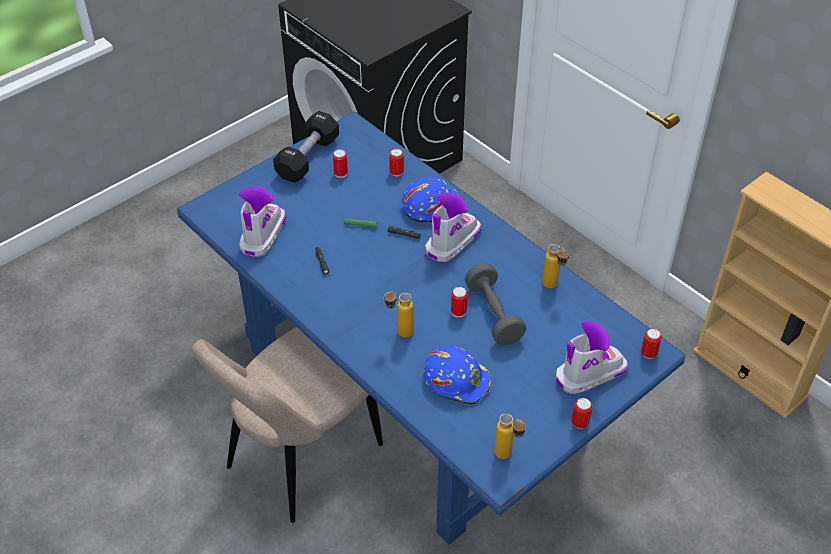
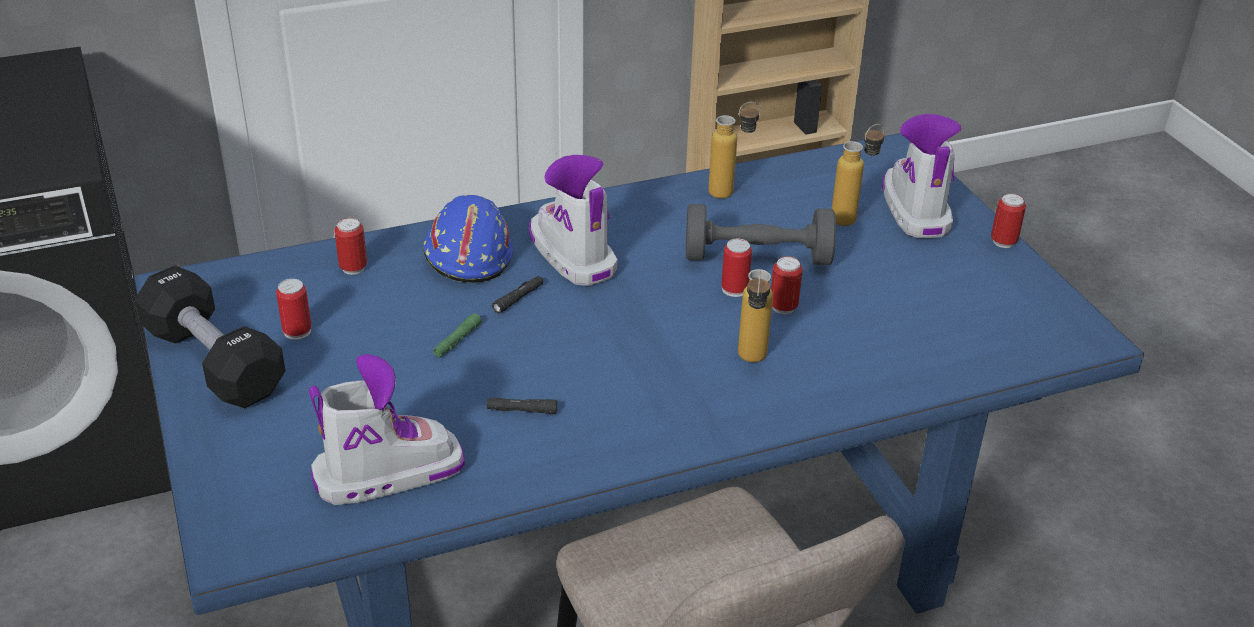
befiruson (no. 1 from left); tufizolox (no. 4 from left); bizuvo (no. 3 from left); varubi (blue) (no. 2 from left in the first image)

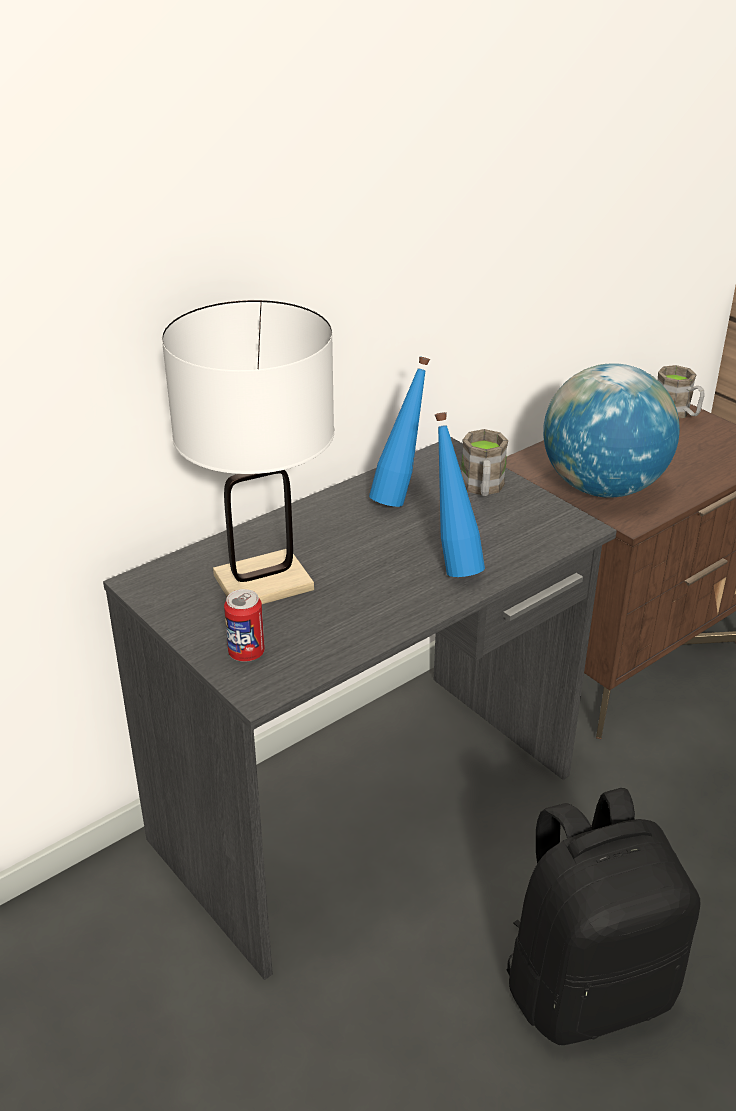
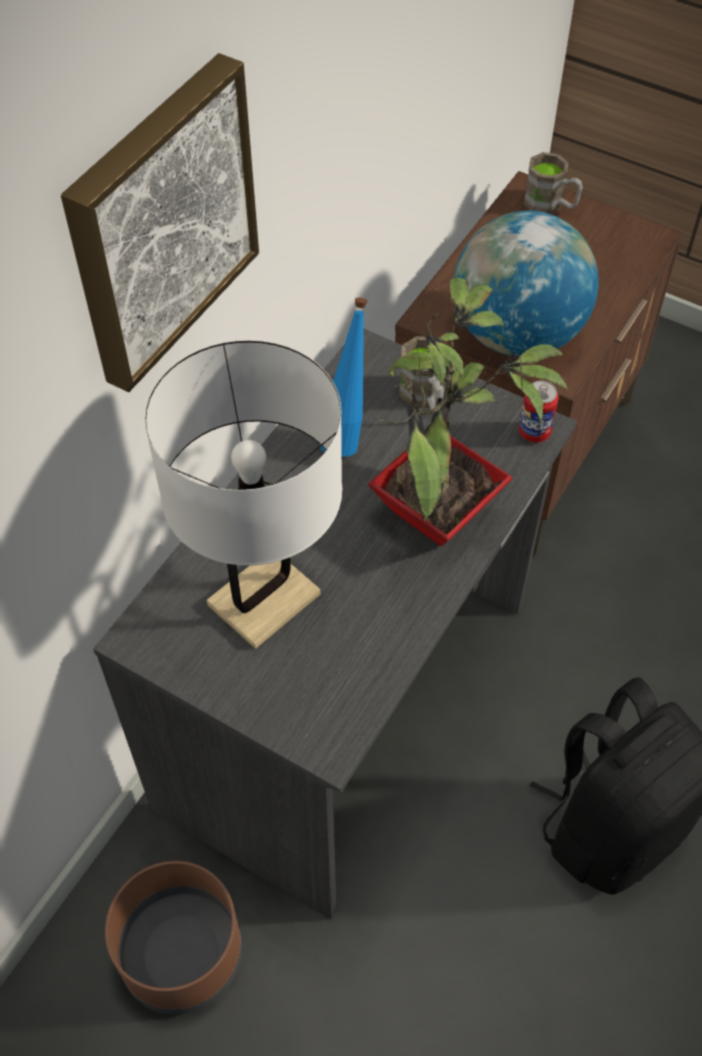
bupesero; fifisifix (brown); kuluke; tufizolox

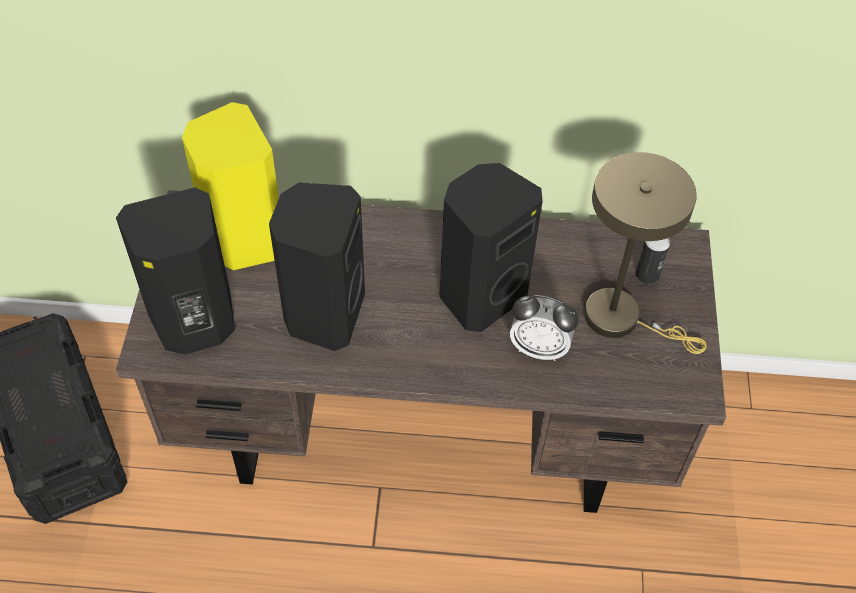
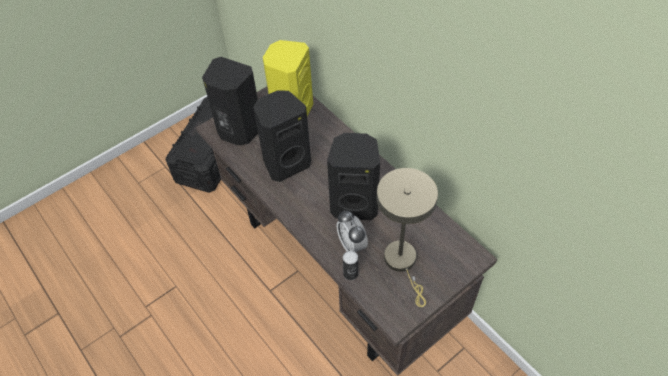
tufizolox

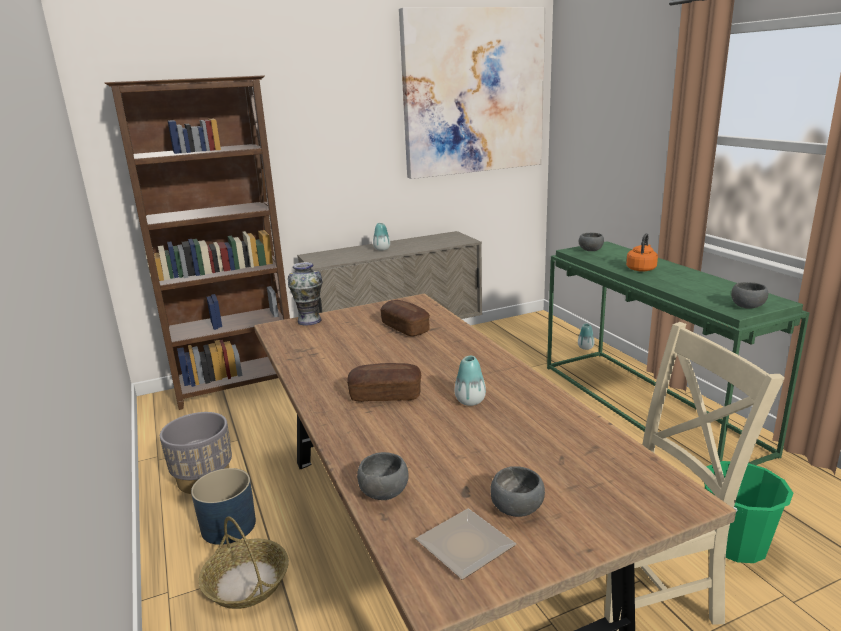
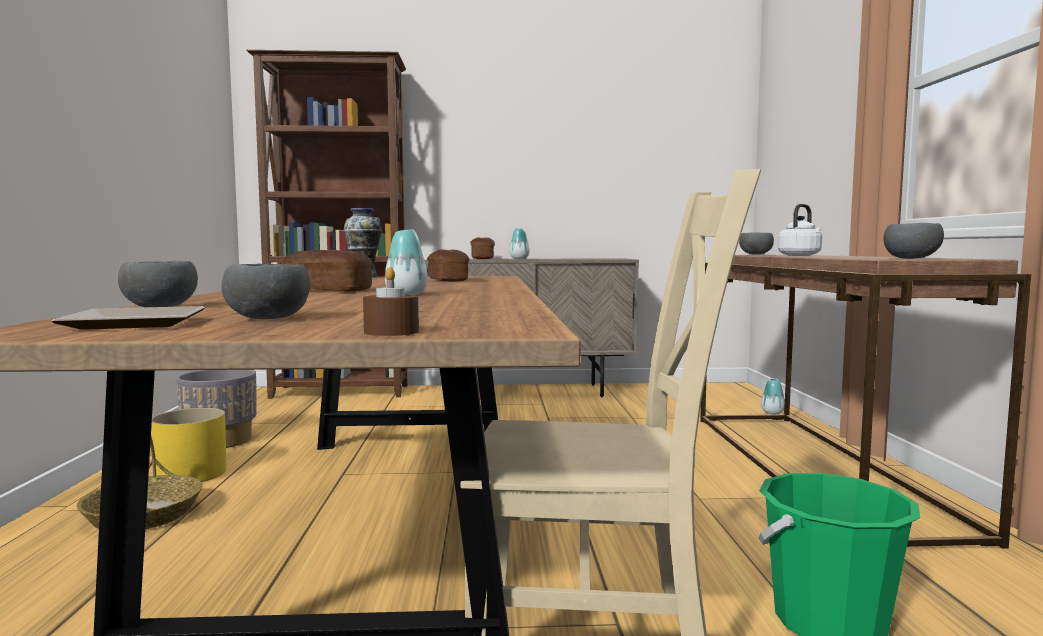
fifisifix (yellow); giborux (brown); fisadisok (no. 3 from left); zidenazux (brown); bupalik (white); bupesero

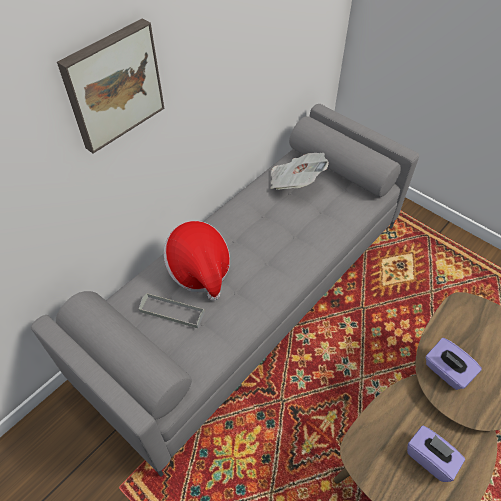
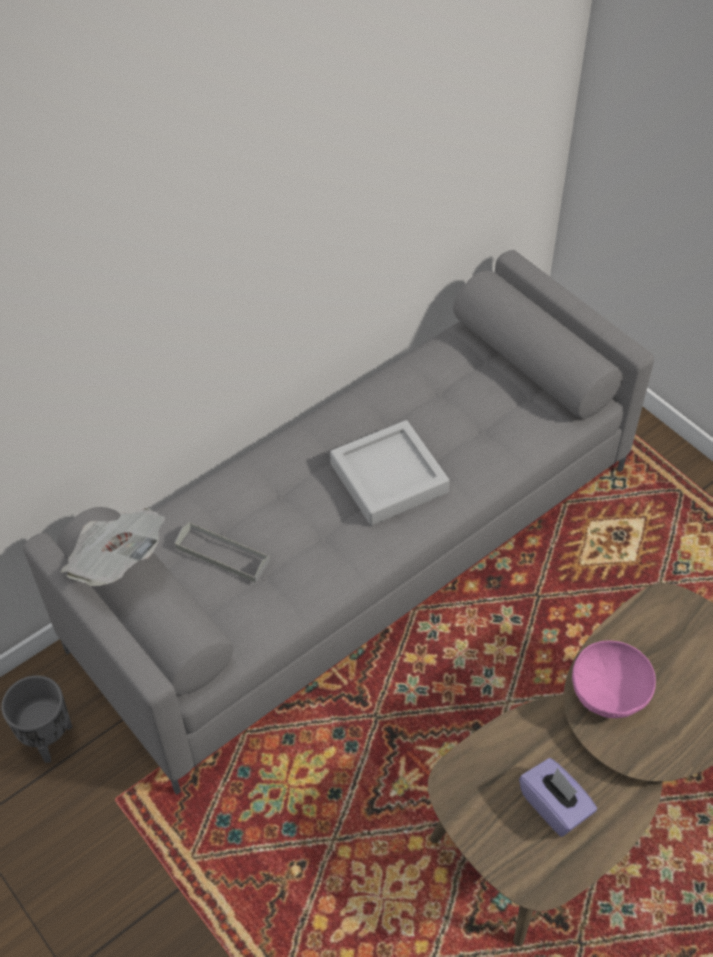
fifisifix (grey); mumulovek; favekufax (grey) (no. 2 from left); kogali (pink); bupesero; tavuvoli

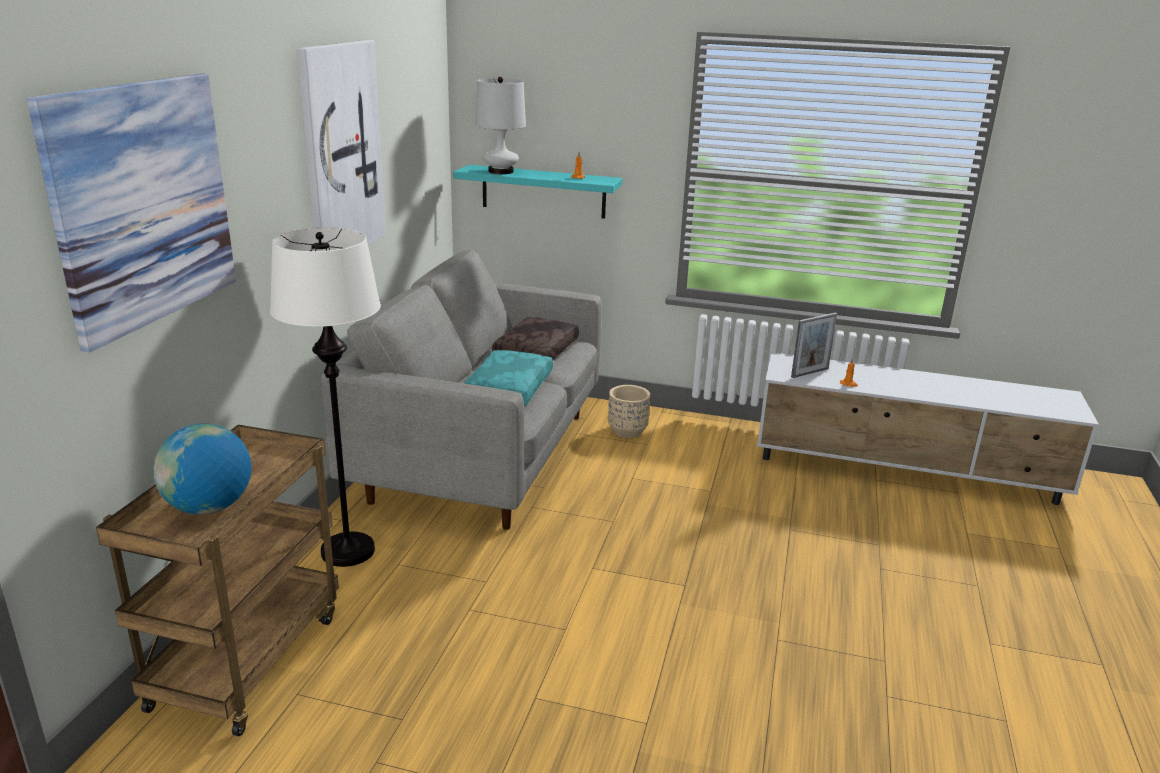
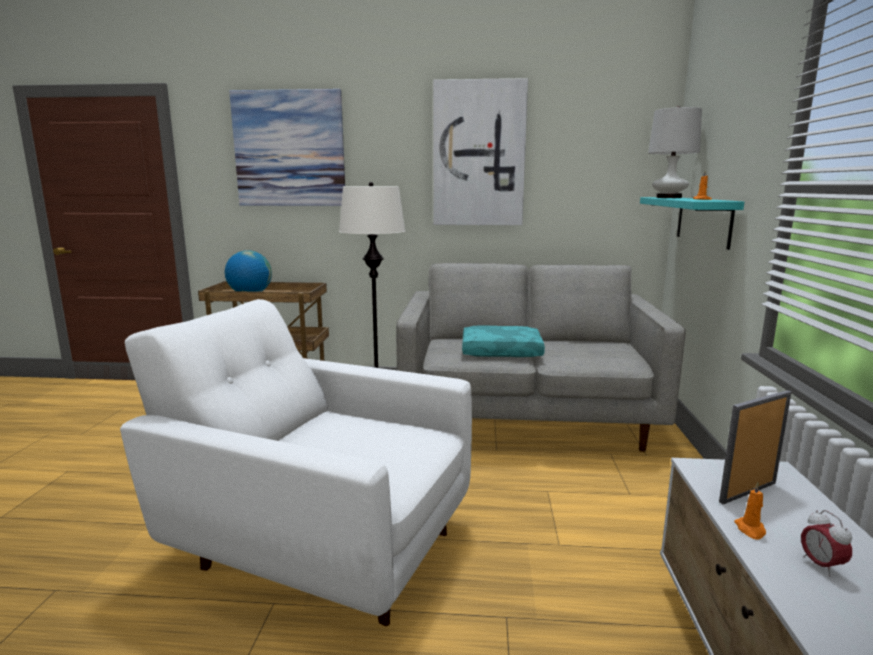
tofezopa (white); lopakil; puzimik; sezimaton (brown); fifisifix (beige)

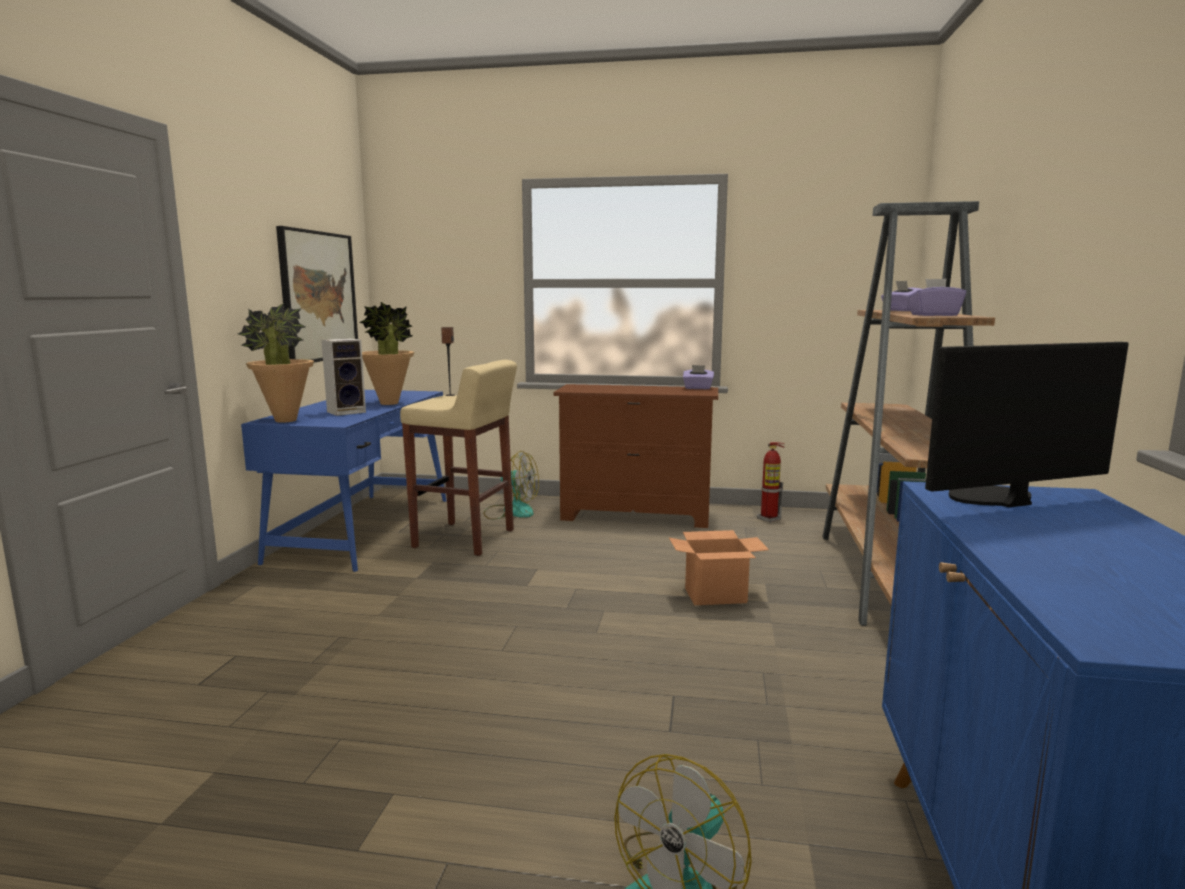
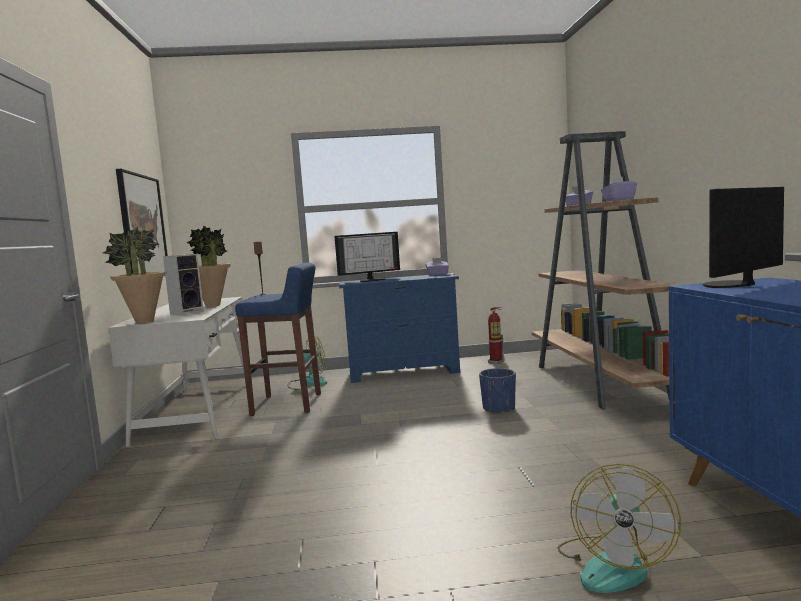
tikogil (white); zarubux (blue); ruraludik (no. 1 from left); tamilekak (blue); fifisifix (blue)

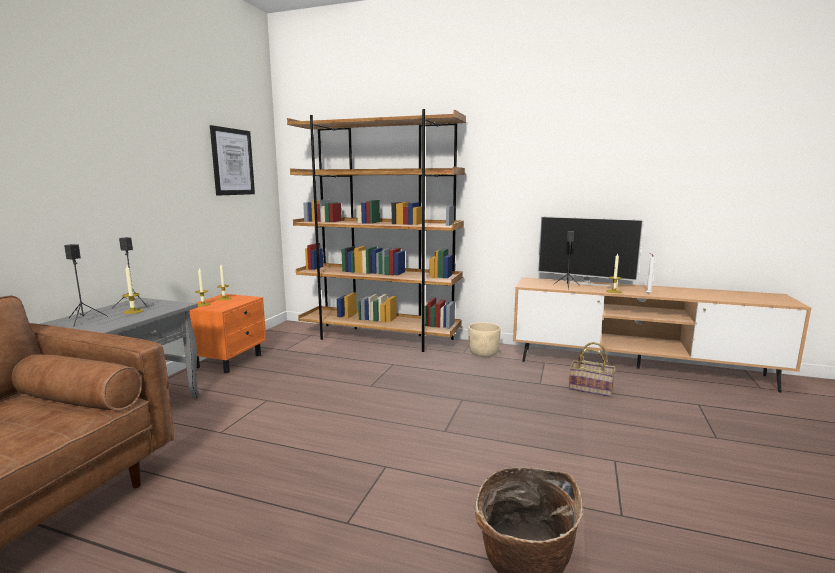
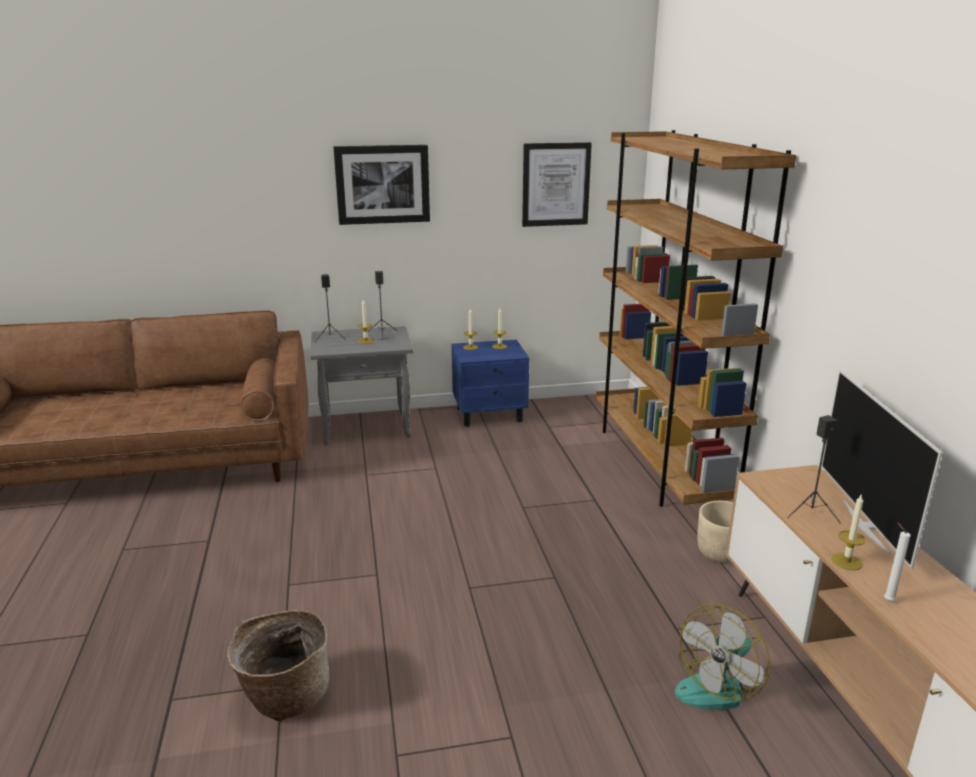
bupesero (no. 1 from left); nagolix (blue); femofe

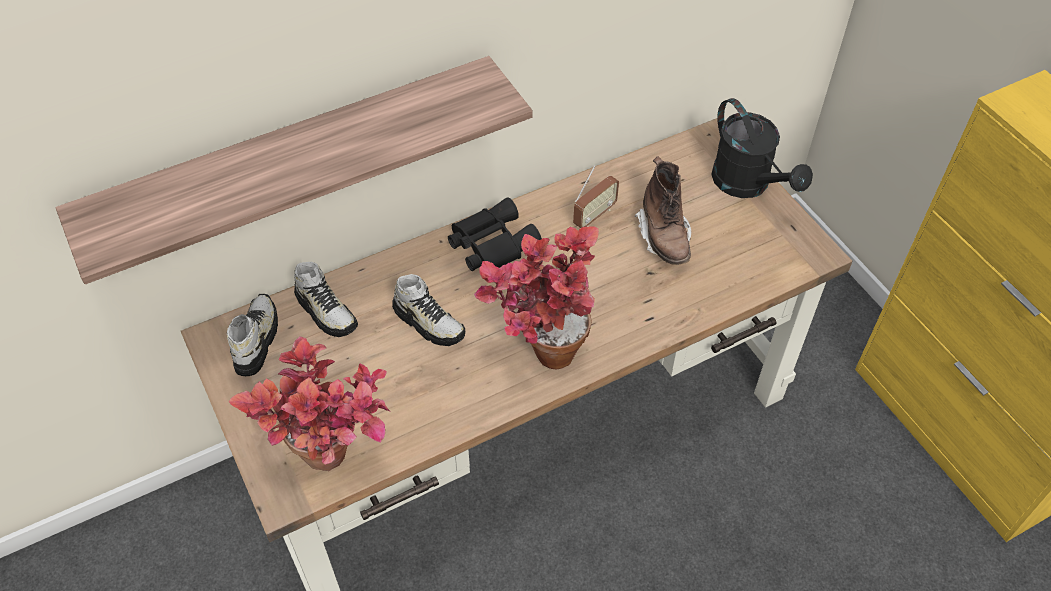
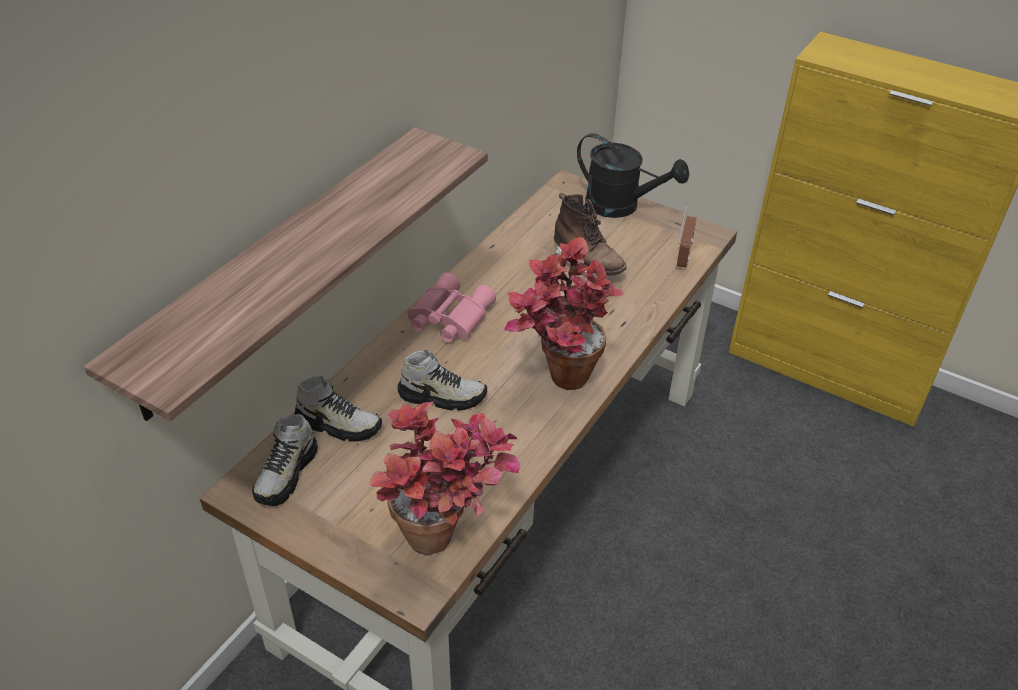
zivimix (no. 1 from left); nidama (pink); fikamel

